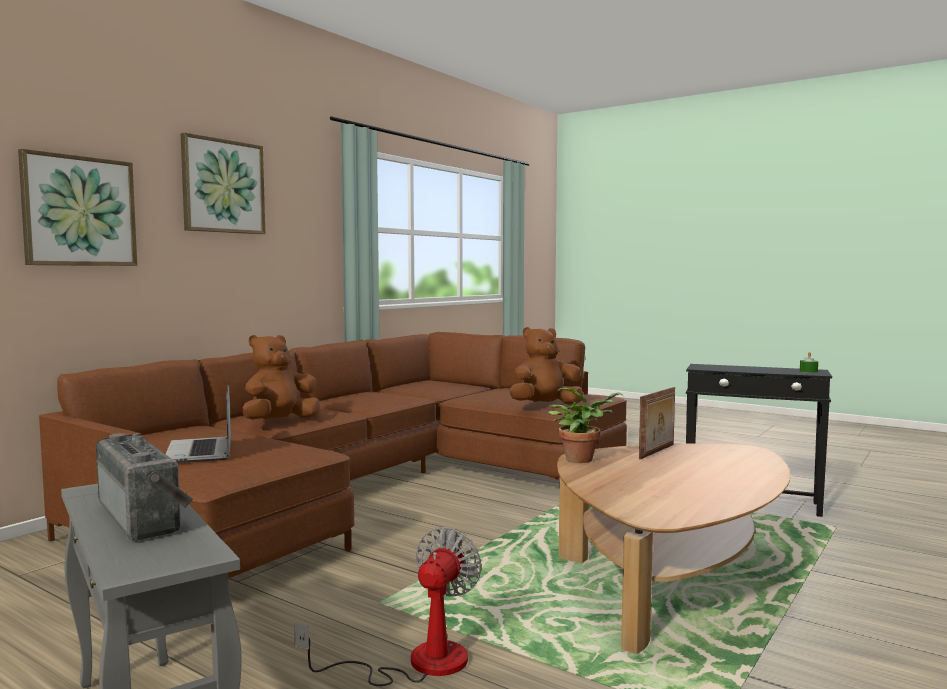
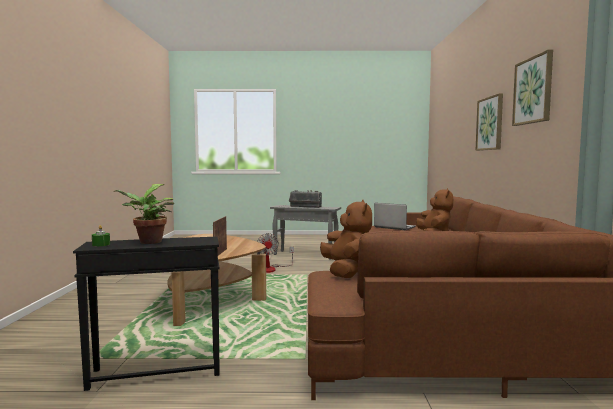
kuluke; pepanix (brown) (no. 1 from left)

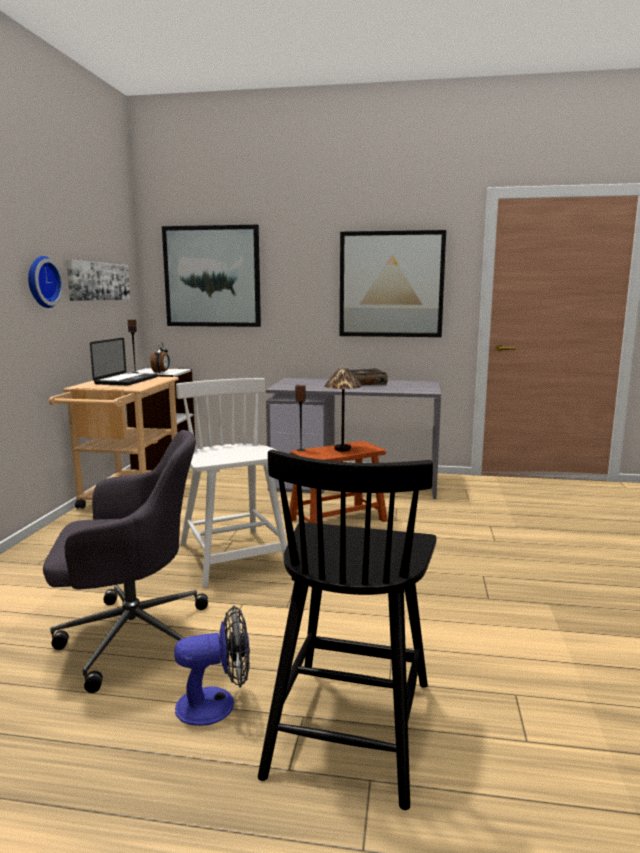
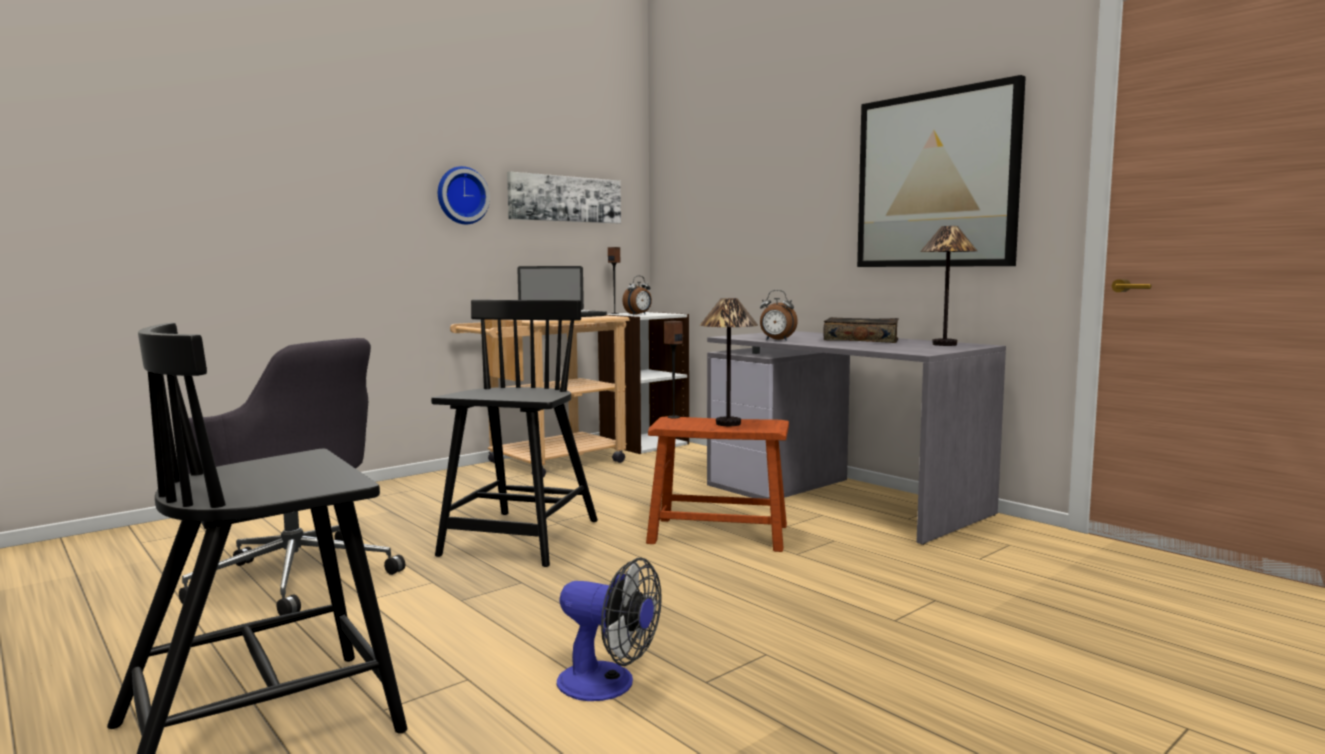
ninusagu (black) (no. 2 from left); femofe; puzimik (no. 2 from left); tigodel (no. 2 from left); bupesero (no. 2 from left in the first image)

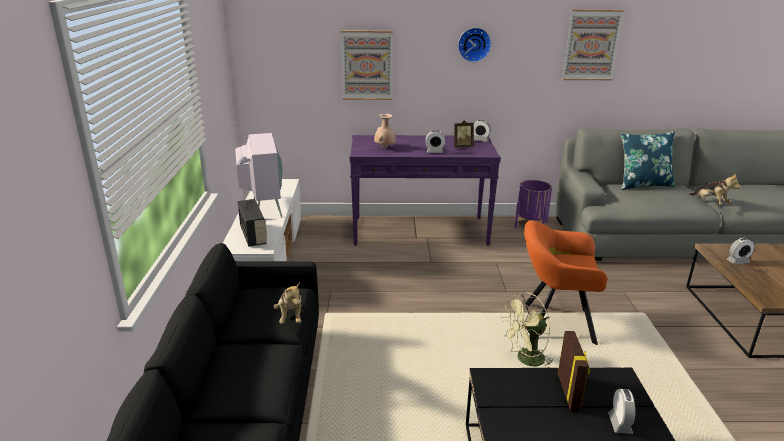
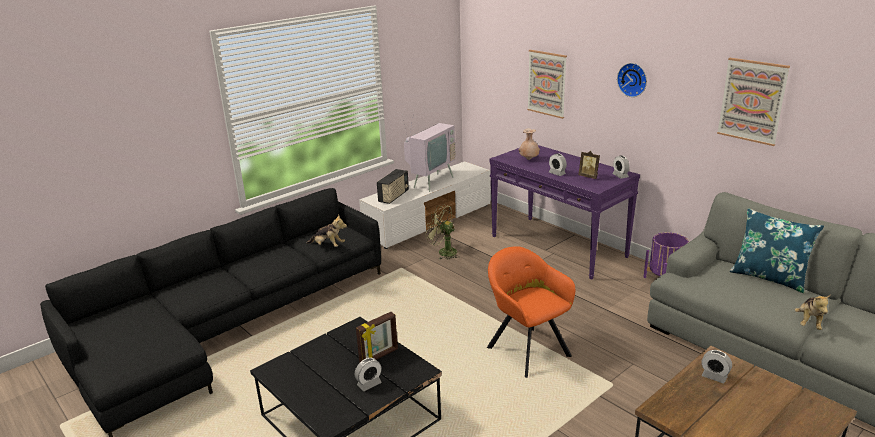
pepanix (no. 1 from left); femofe (green)

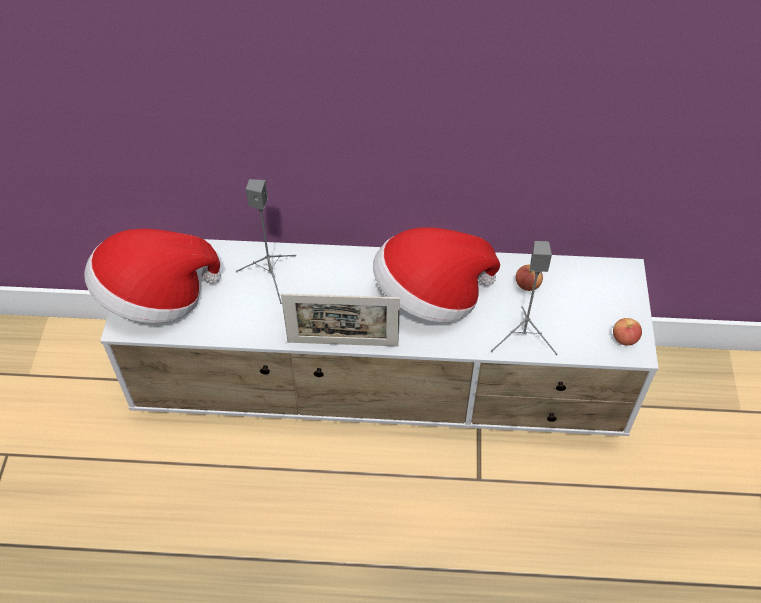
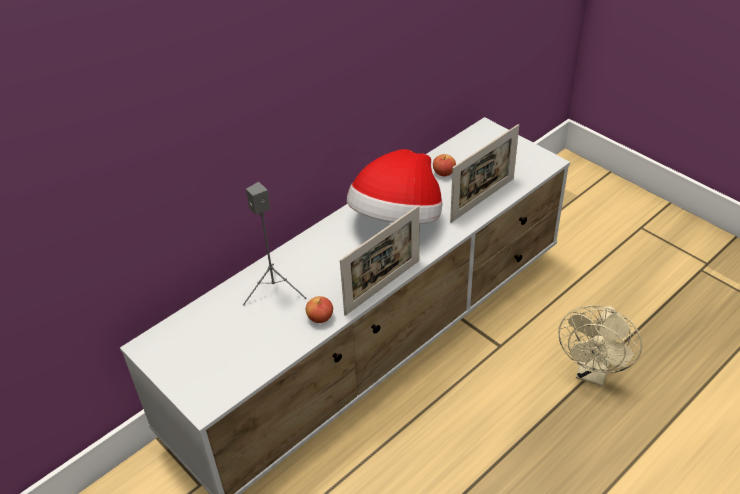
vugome (no. 1 from left); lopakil (no. 2 from left); femofe (beige); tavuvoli (no. 1 from left in the first image)

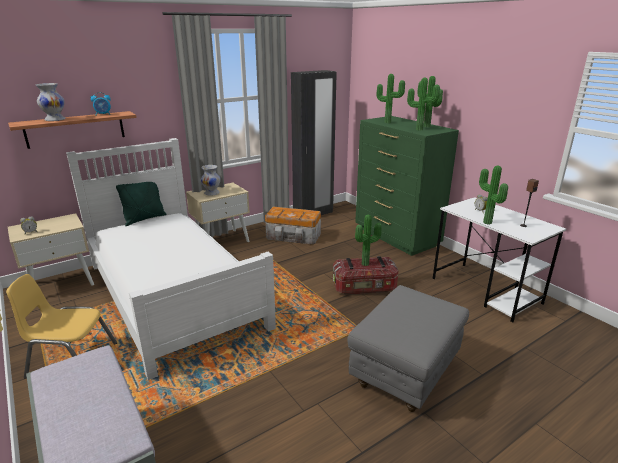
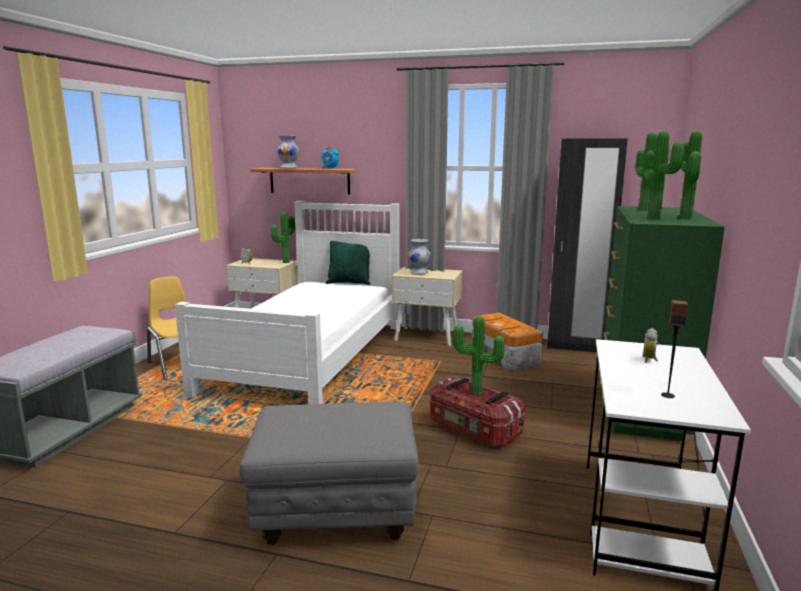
kuluke (no. 1 from left)

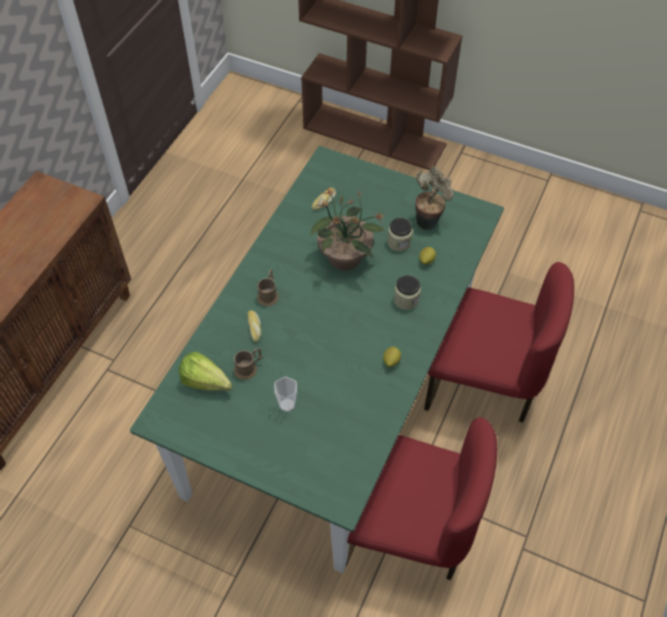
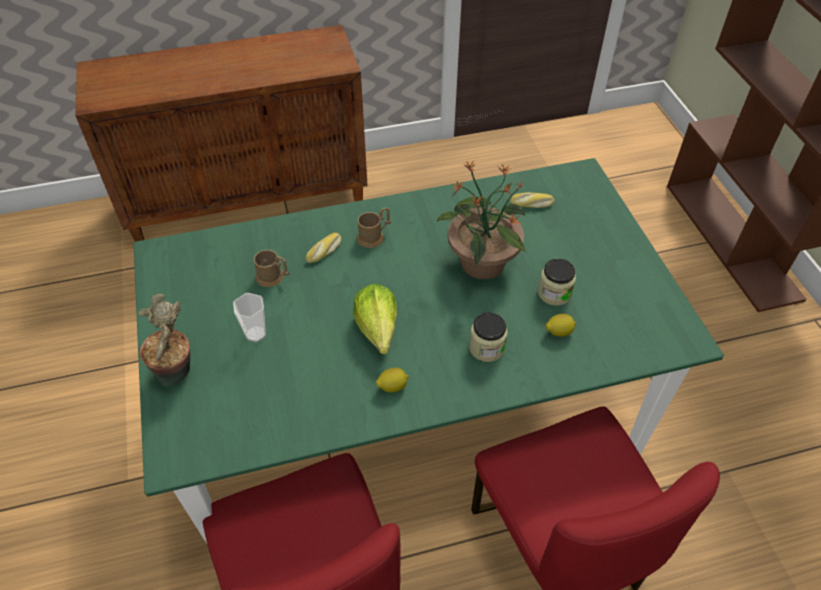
kuluke (no. 1 from left); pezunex

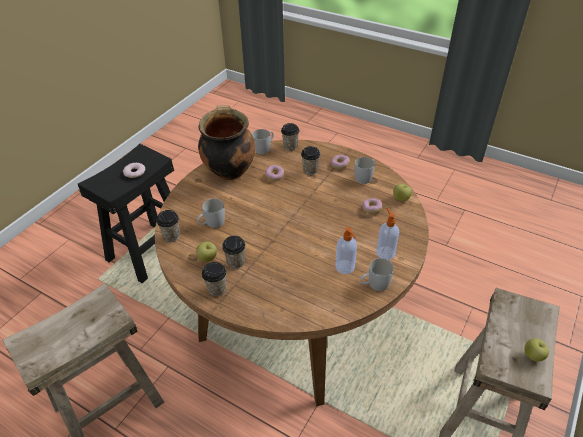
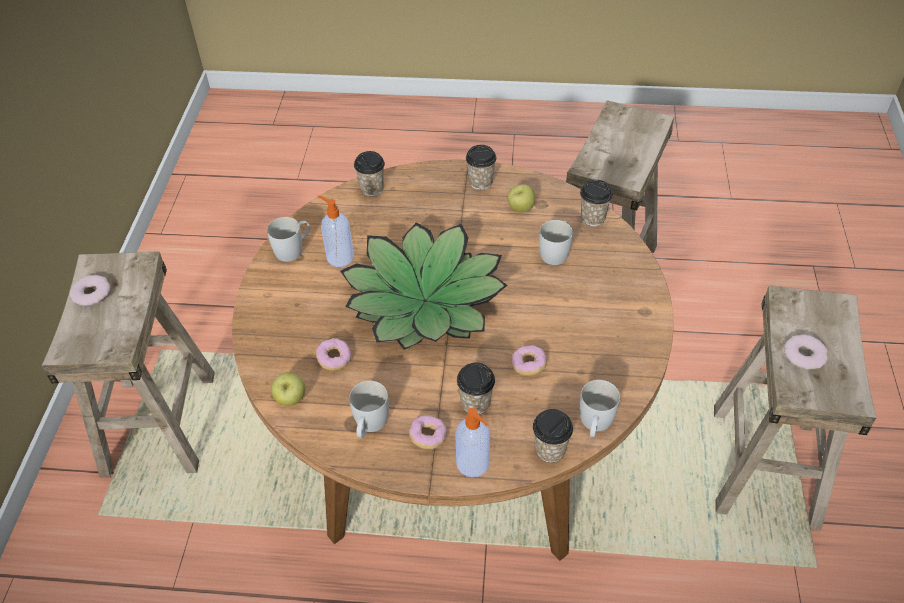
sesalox (no. 1 from left); kuluke; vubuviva (no. 1 from left); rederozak (no. 2 from left); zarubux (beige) (no. 3 from left); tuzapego

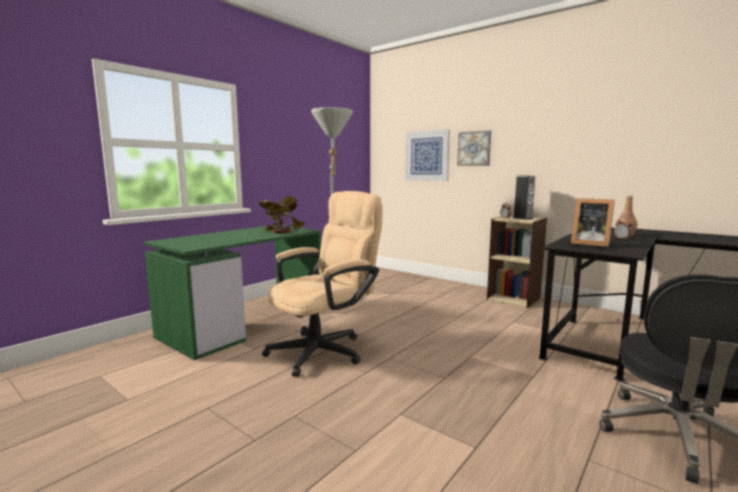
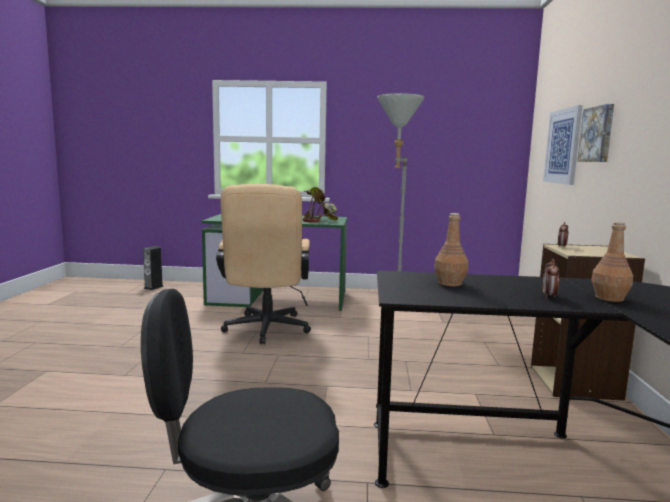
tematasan; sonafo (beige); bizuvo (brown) (no. 1 from left)

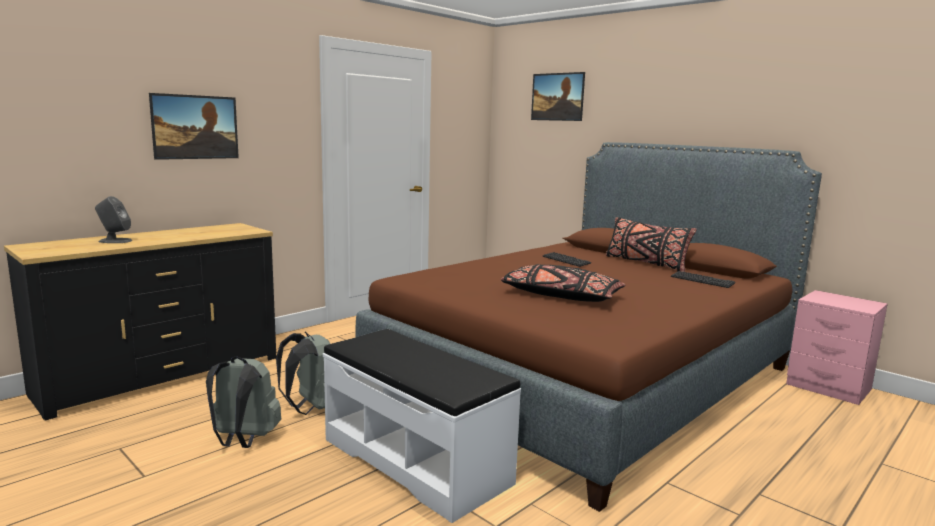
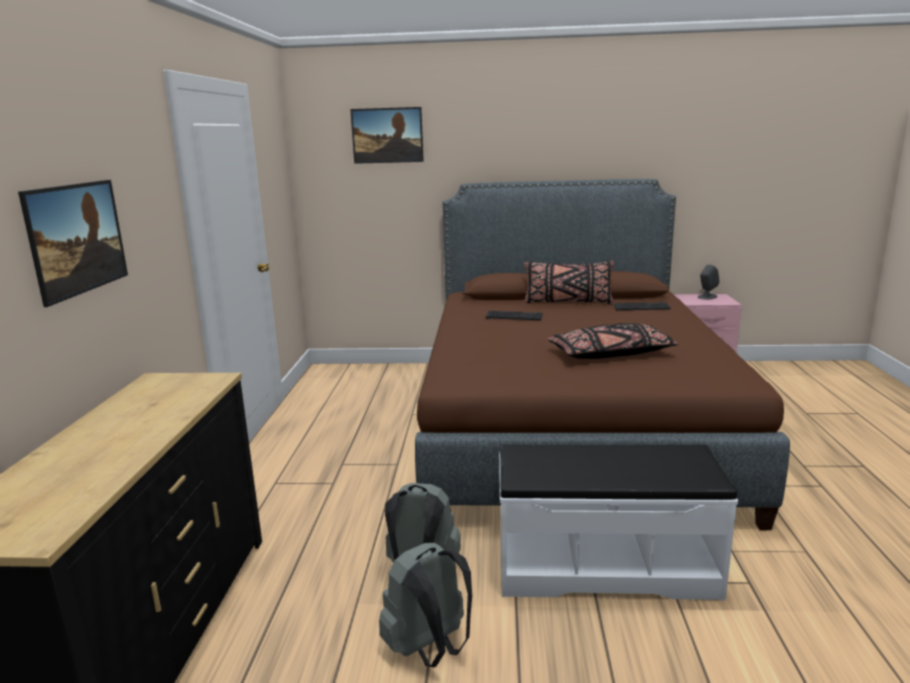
tematasan (grey)

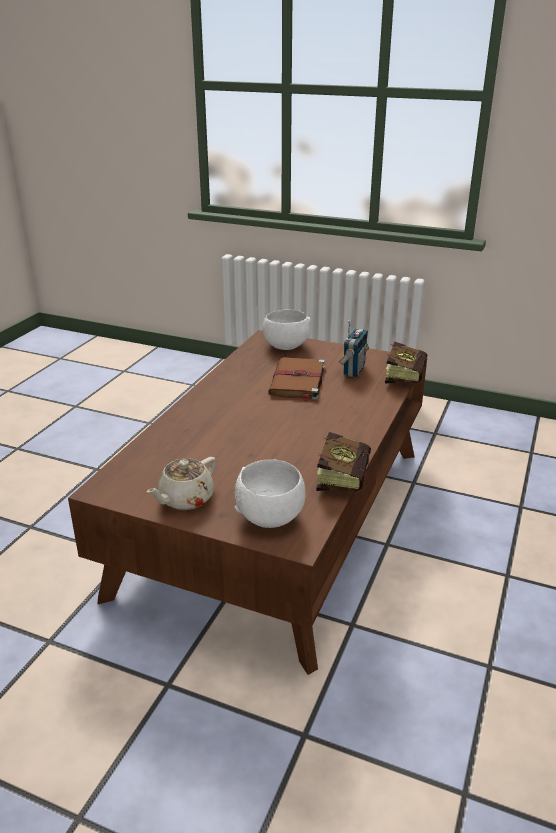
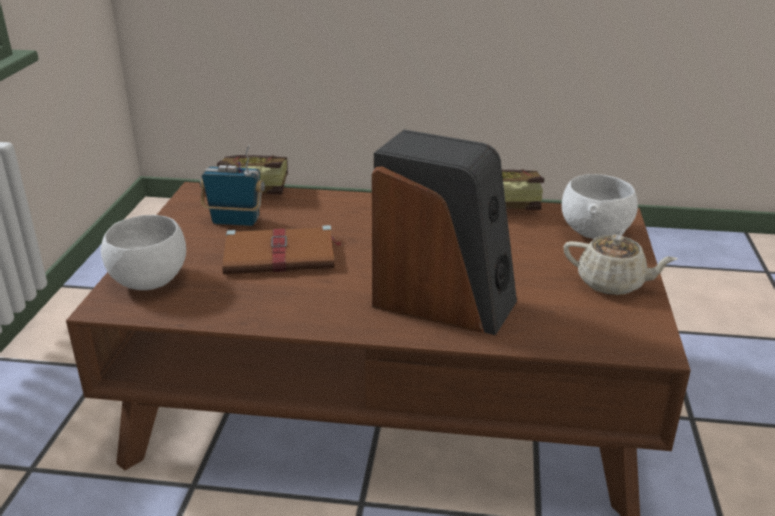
tematasan

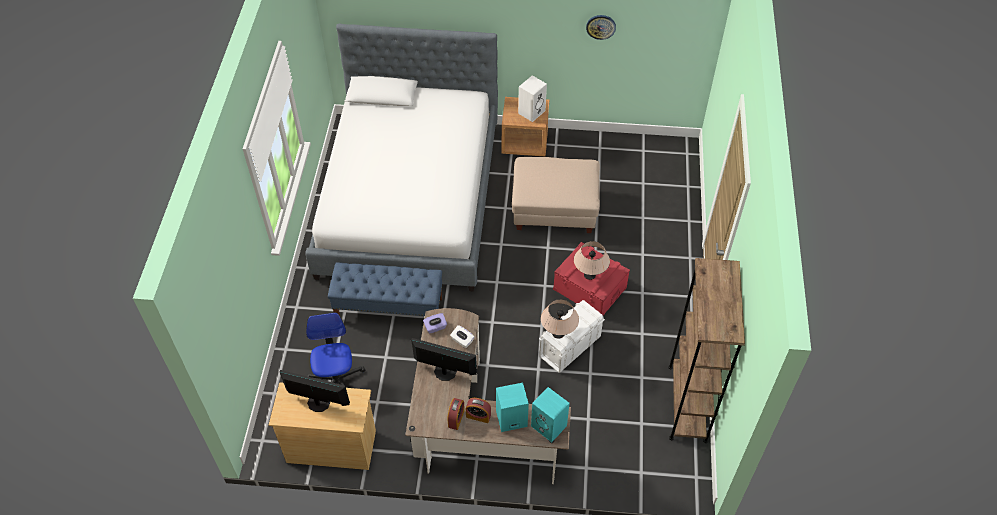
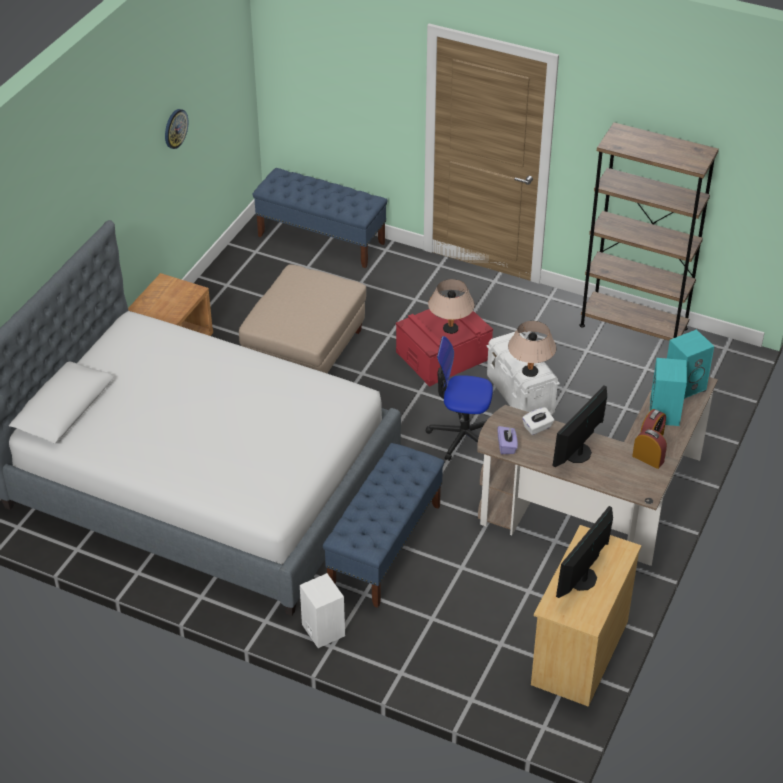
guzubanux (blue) (no. 1 from left); tematasan (white); sonafo

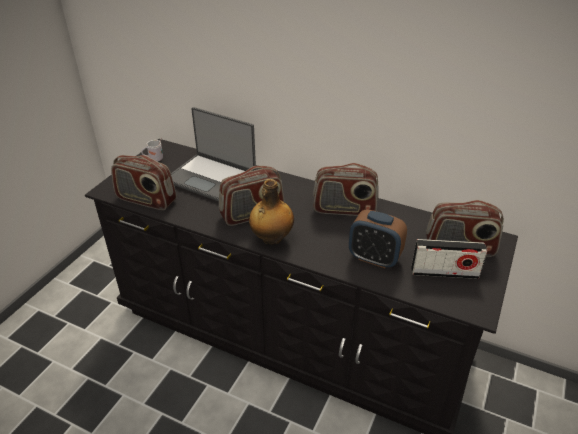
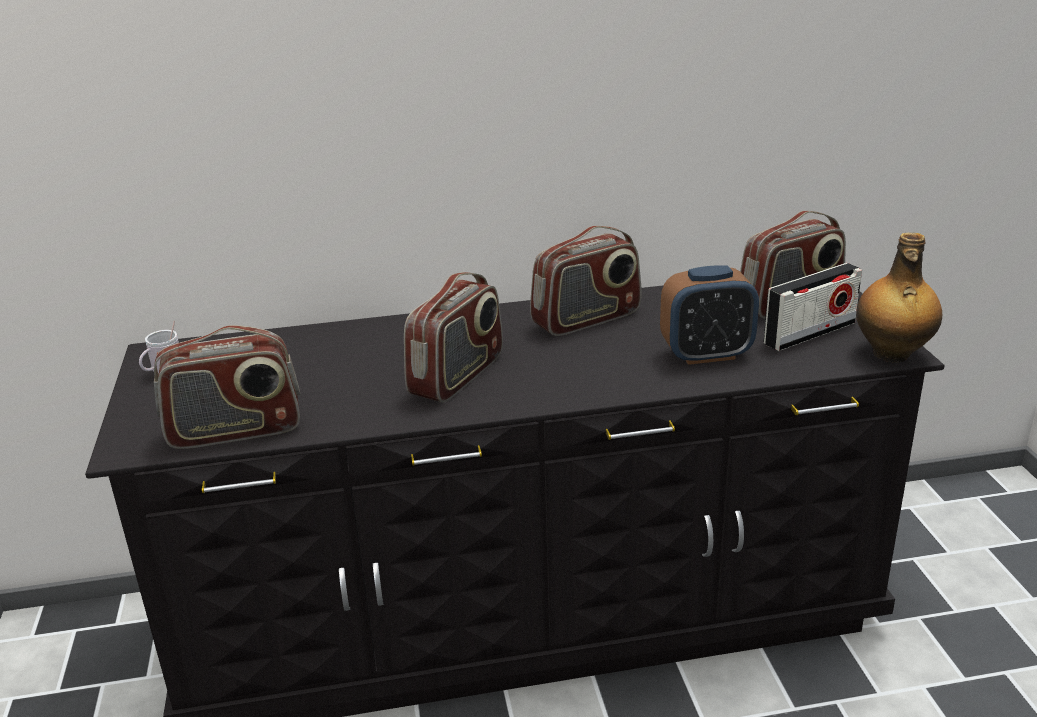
bizuvo; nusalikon

